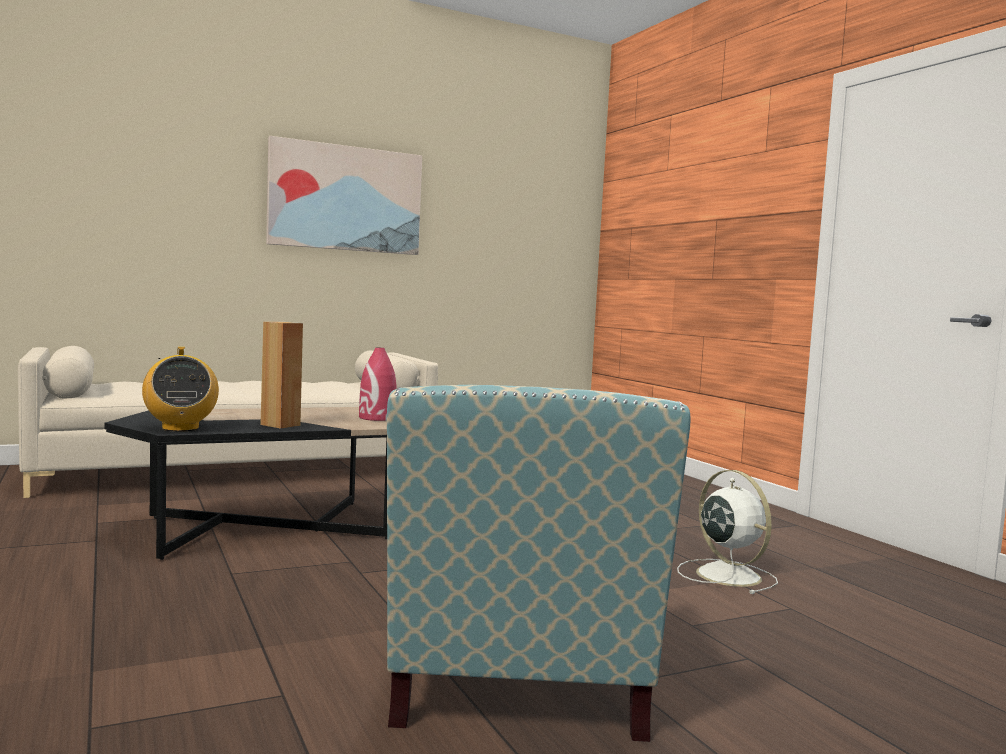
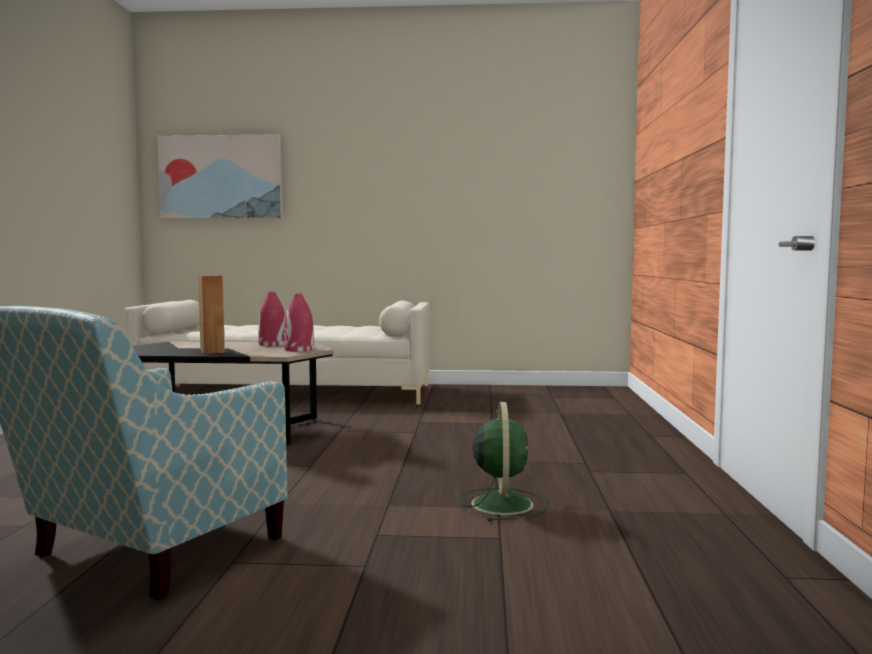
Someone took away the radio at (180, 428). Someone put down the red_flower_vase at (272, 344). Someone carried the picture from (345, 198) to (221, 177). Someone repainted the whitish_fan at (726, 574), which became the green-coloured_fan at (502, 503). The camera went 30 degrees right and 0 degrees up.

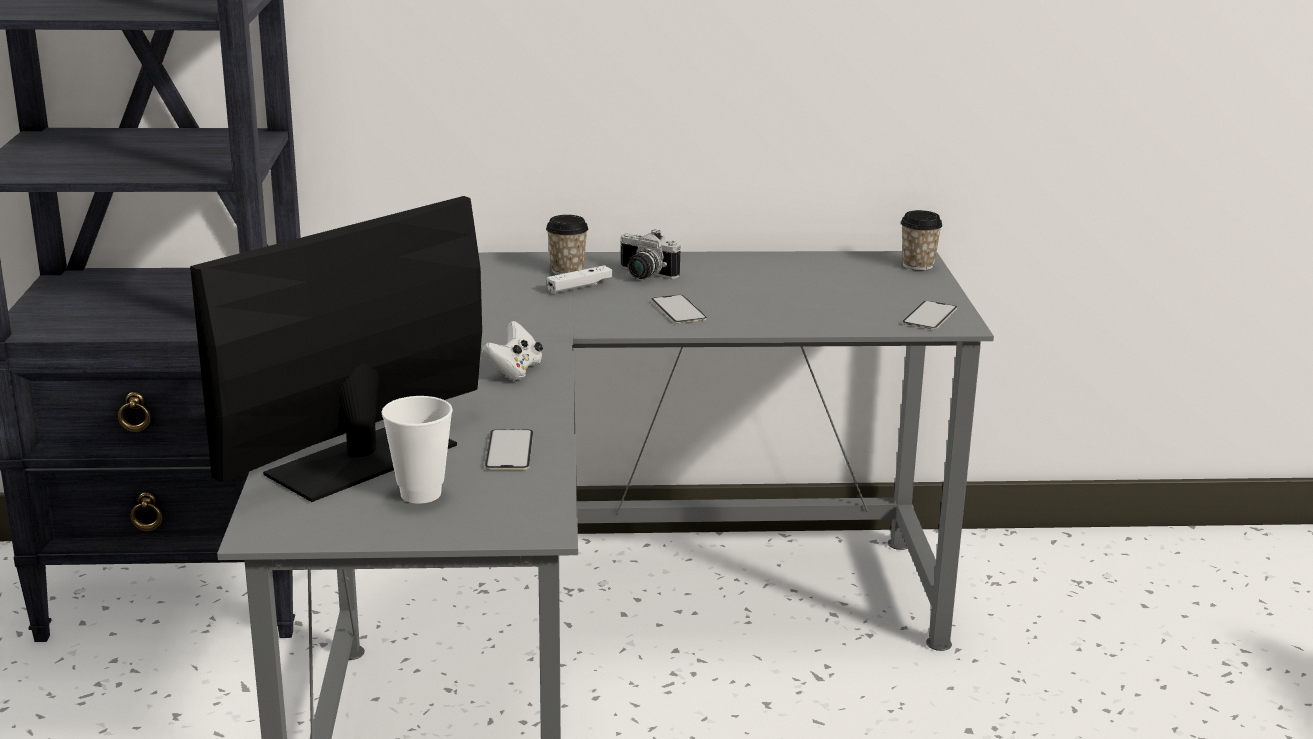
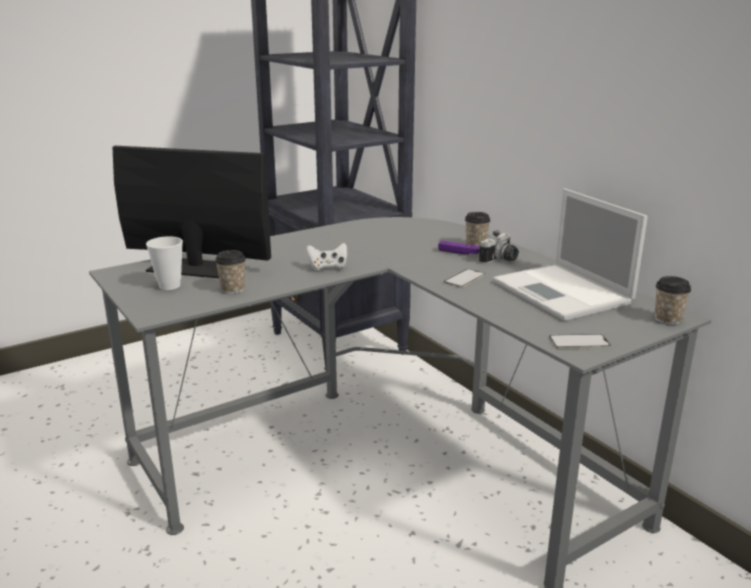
Someone put down the laptop at (563, 293). Someone swapped the handset at (509, 450) for the drinking_cup at (232, 289). Someone repainted the whitish_game_controller at (580, 286), which became the purplish_game_controller at (458, 253). Someone rotated the photo_camera at (643, 275) by 135 degrees counterclockwise. The camera went 60 degrees right and 0 degrees up.

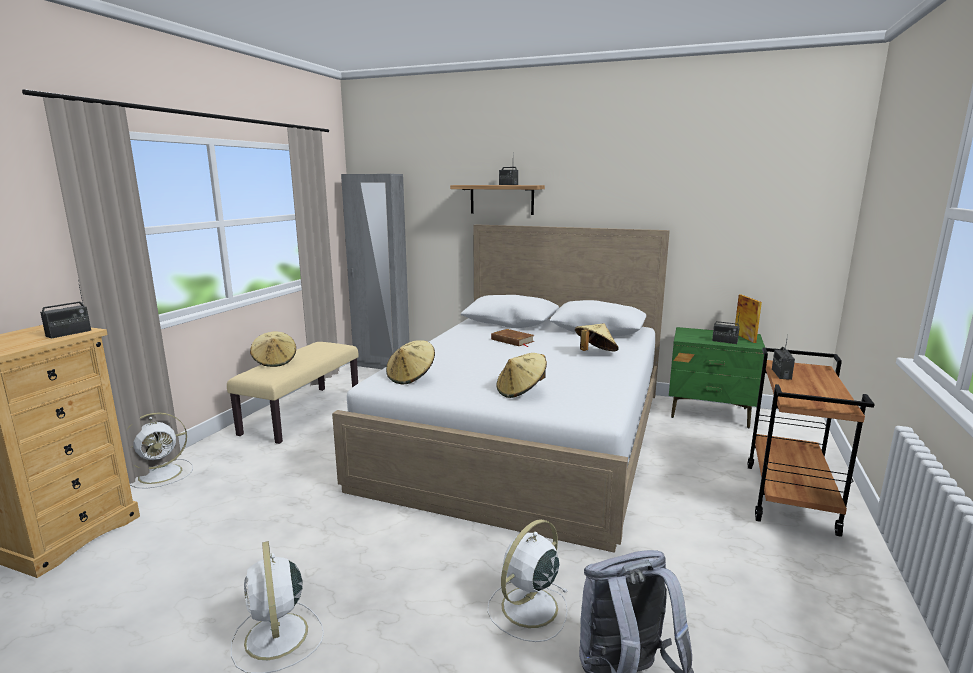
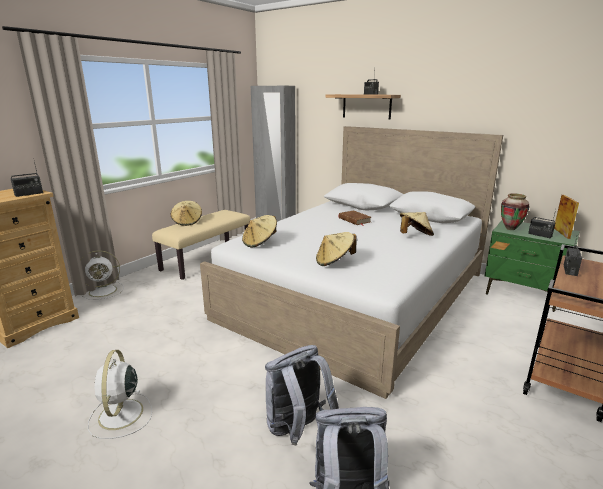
Someone put down the flower_vase at (510, 229). Someone swapped the whitish_fan at (528, 608) for the grey_rucksack at (297, 430). The camera went 15 degrees right and 5 degrees up.

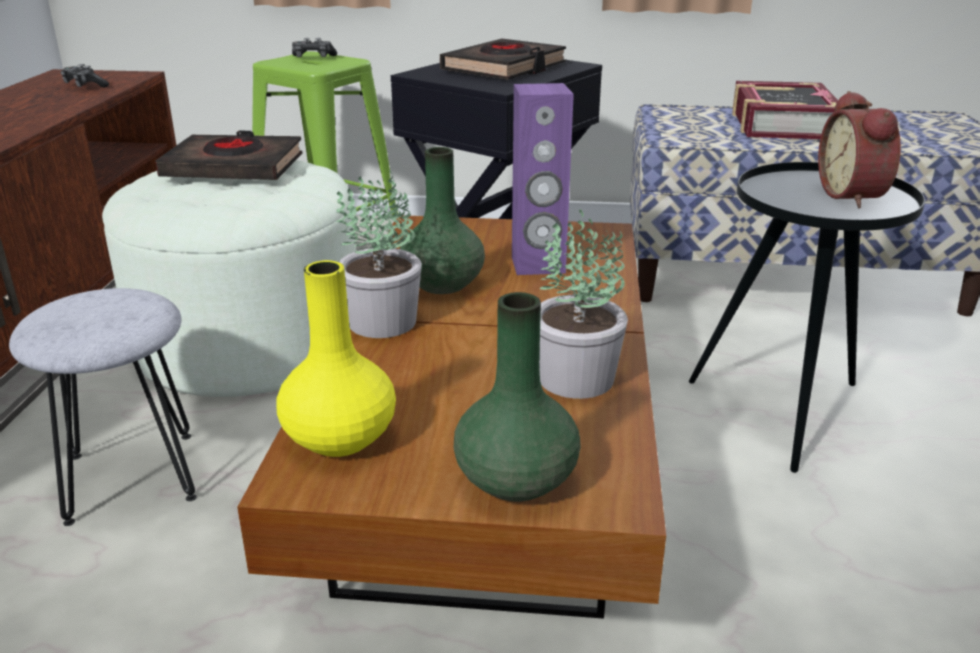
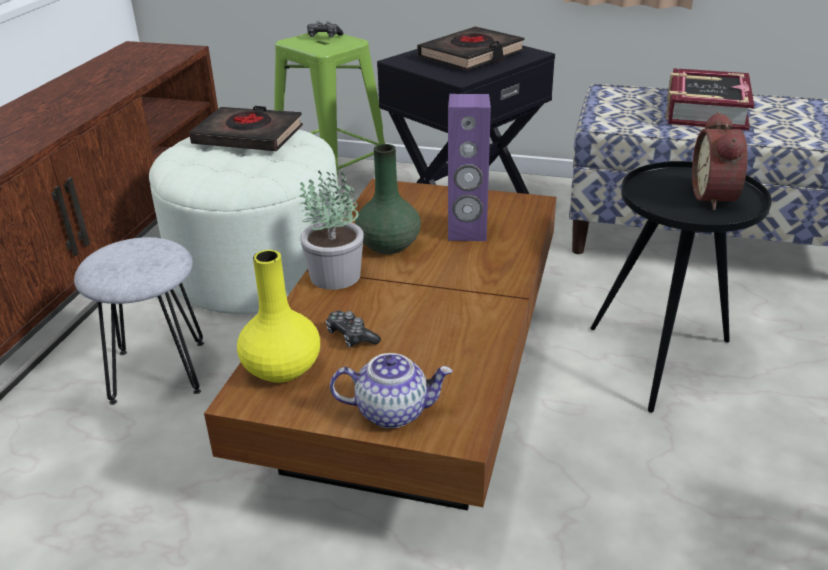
Someone took away the houseplant at (574, 377). Someone carried the game_controller from (84, 86) to (351, 337). Someone swapped the green-coloured_flower_vase at (514, 480) for the teapot at (393, 411). The camera went 10 degrees right and 5 degrees up.

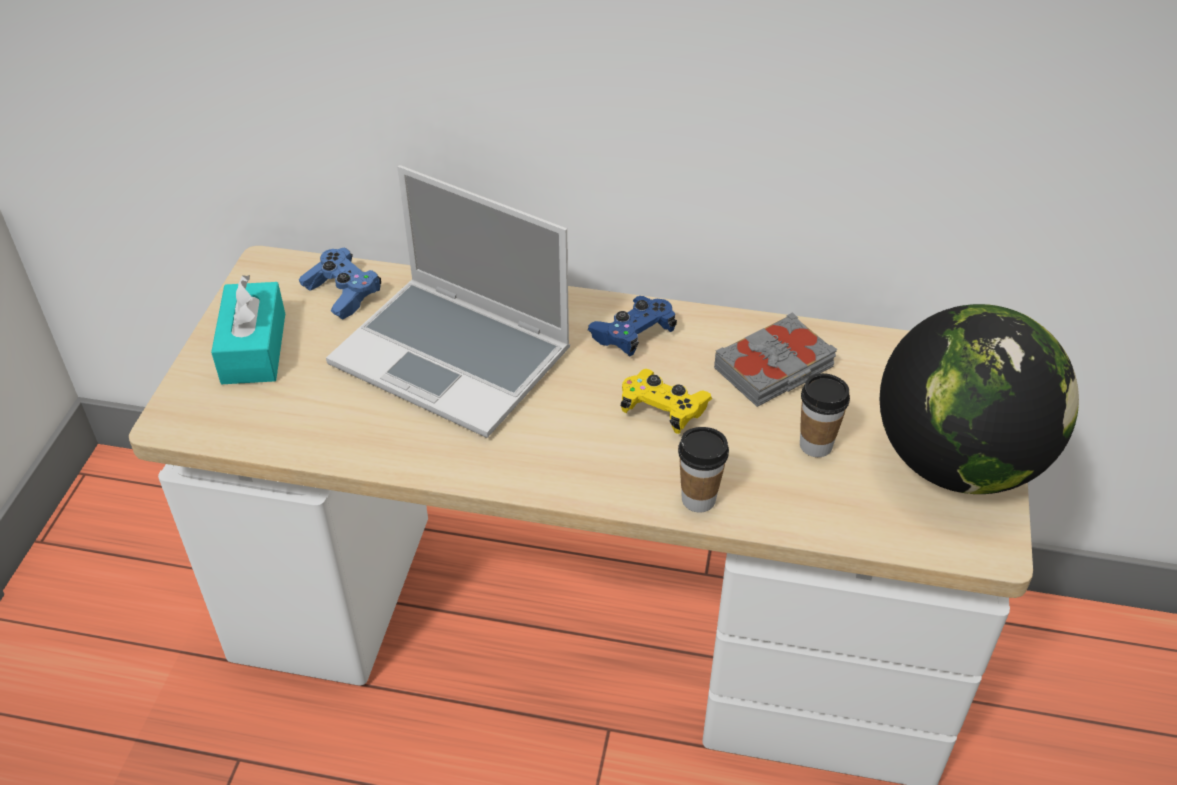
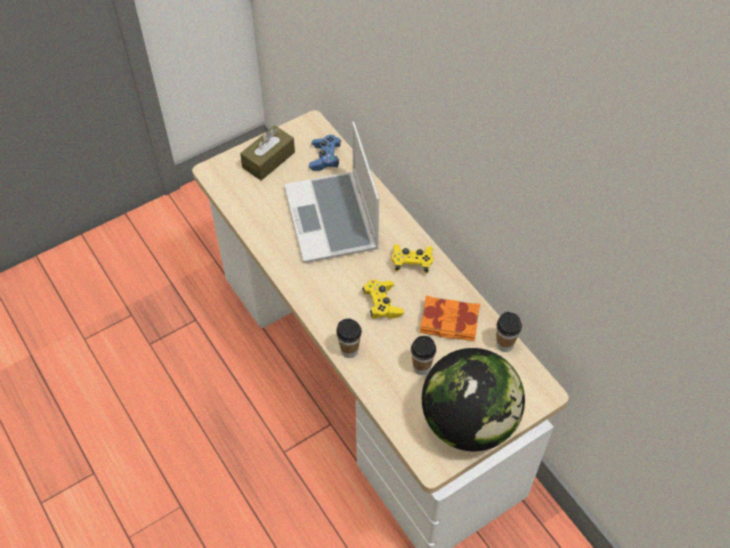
Someone put down the drinking_cup at (504, 344). Someone repainted the turquoise_tissue_holder at (254, 348), which became the brown-coloured_tissue_holder at (268, 160). Someone repainted the blue_game_controller at (633, 335), which became the yellow_game_controller at (412, 262). Someone repainted the grey_bound_book at (774, 368), which became the orange-coloured_bound_book at (449, 322). The camera went 45 degrees right and 10 degrees up.

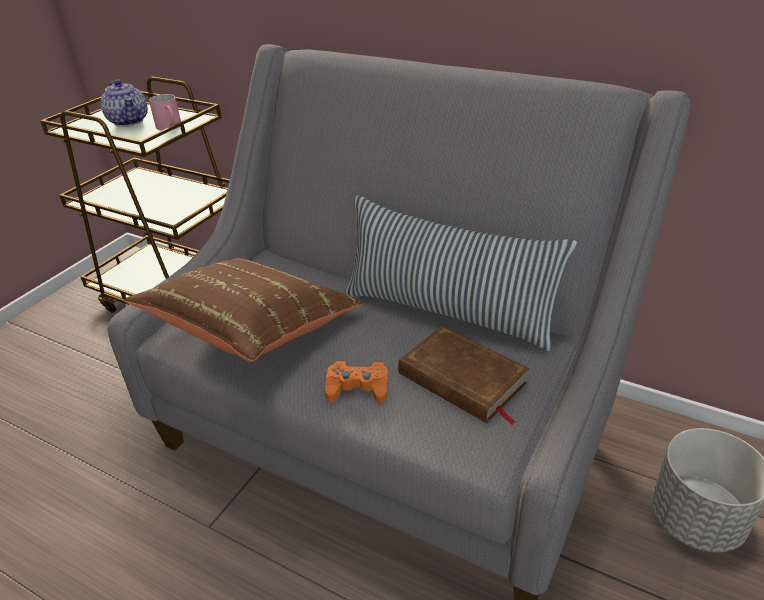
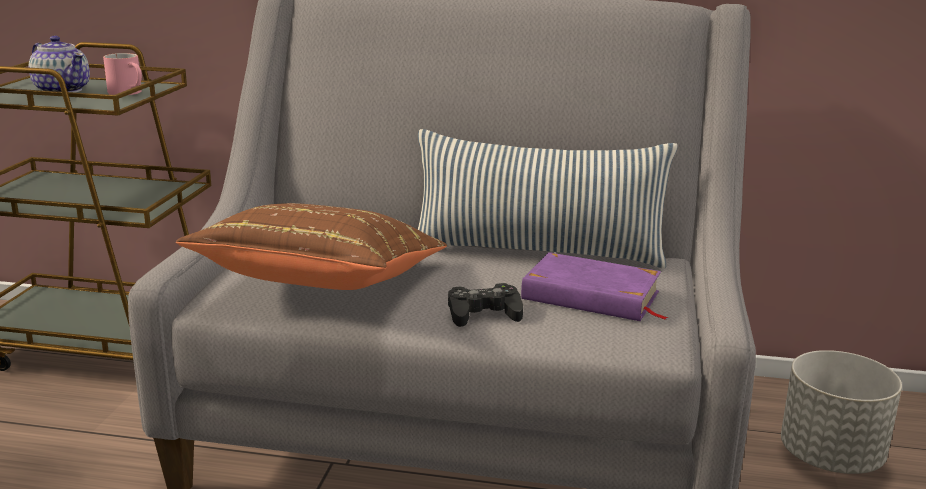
Someone repainted the orange-coloured_game_controller at (358, 388), which became the black-coloured_game_controller at (483, 313). Someone repainted the brown-coloured_bound_book at (462, 380), which became the purplish_bound_book at (591, 296). The camera went 20 degrees left and 15 degrees down.

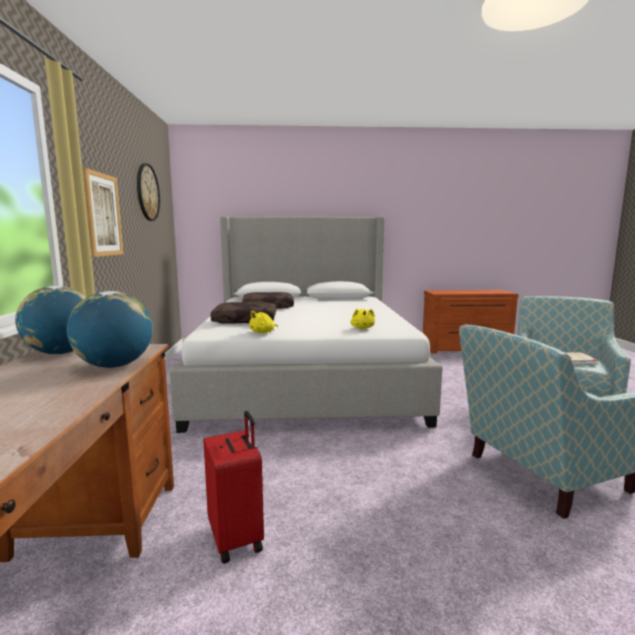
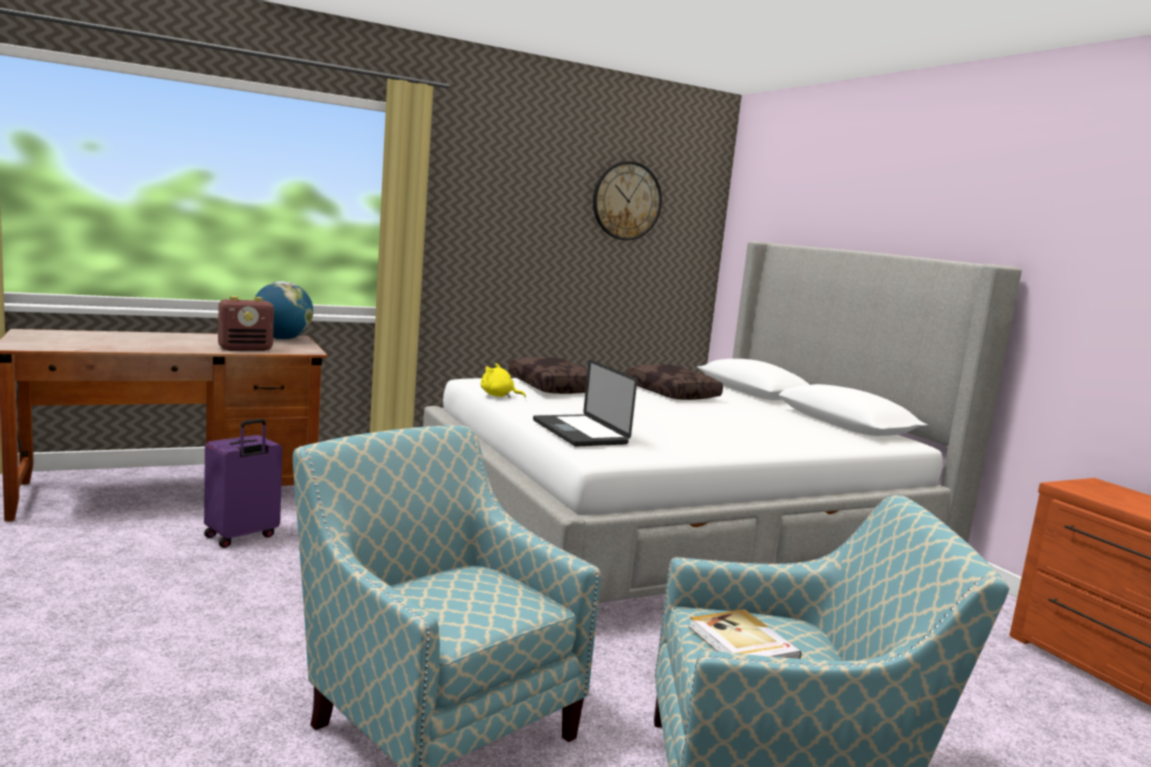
Someone took away the picture at (103, 215). Someone swapped the world_globe at (114, 366) for the radio at (246, 349). Someone swapped the yellow_soft_toy at (362, 328) for the laptop at (579, 432). Someone repainted the red_suitcase at (237, 537), which became the purplish_suitcase at (242, 537). The camera went 65 degrees right and 0 degrees up.

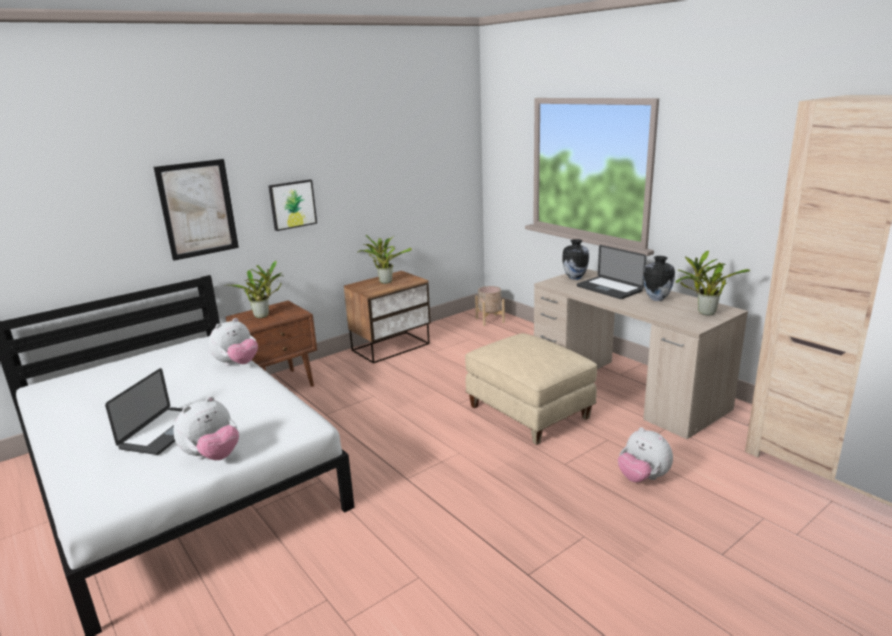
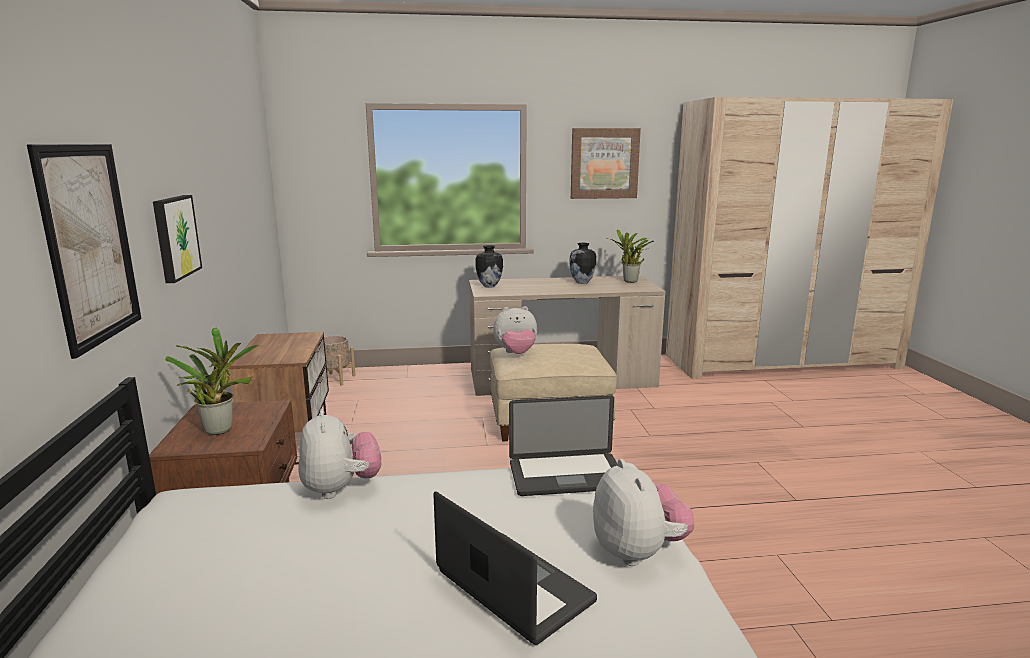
Someone took away the houseplant at (384, 281). Someone put up the picture at (604, 163). Someone carried the laptop from (609, 289) to (566, 476). Someone carried the soft_toy from (642, 478) to (516, 353). The camera went 60 degrees left and 5 degrees down.

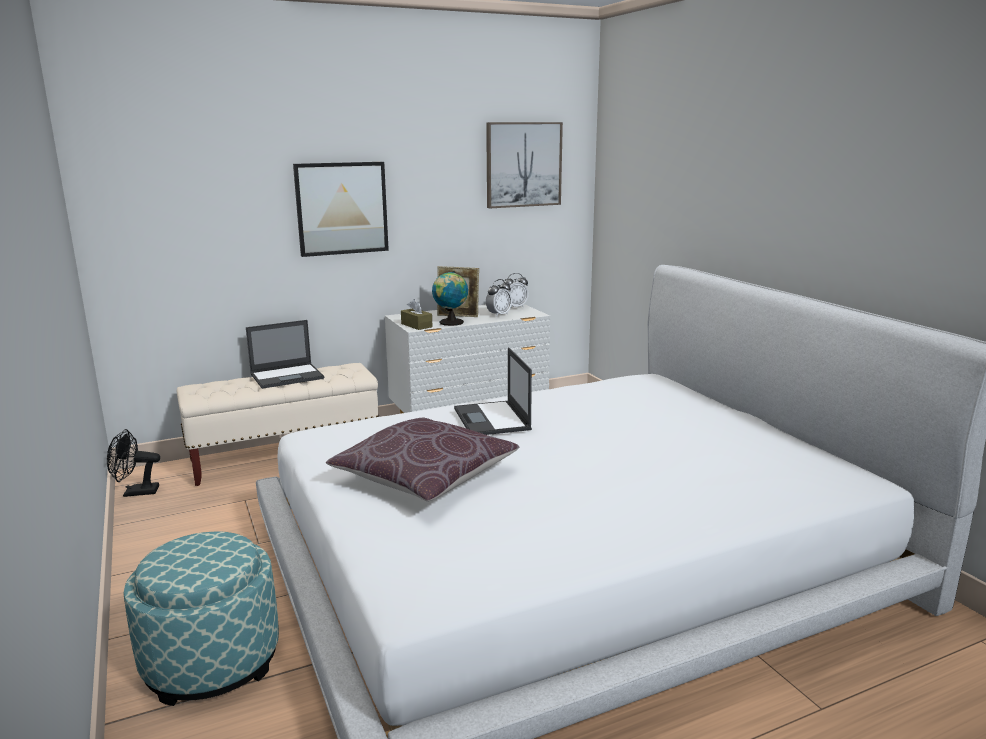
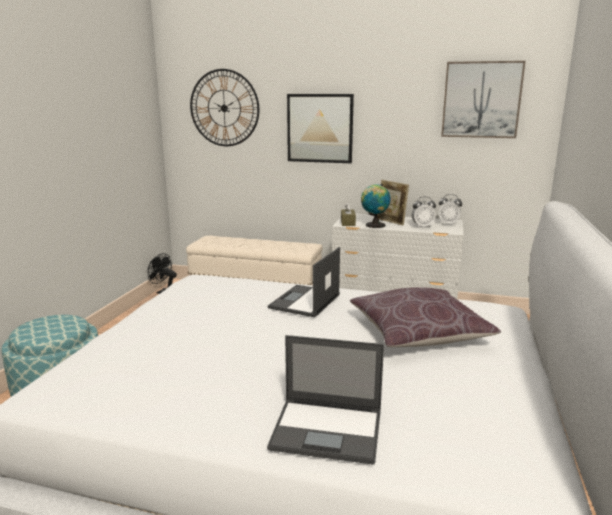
Someone put up the clock_on_the_wall at (224, 108). Someone carried the laptop from (288, 376) to (328, 430). Someone carried the brown-coloured_cushion from (425, 477) to (419, 333). The camera went 40 degrees right and 0 degrees up.

